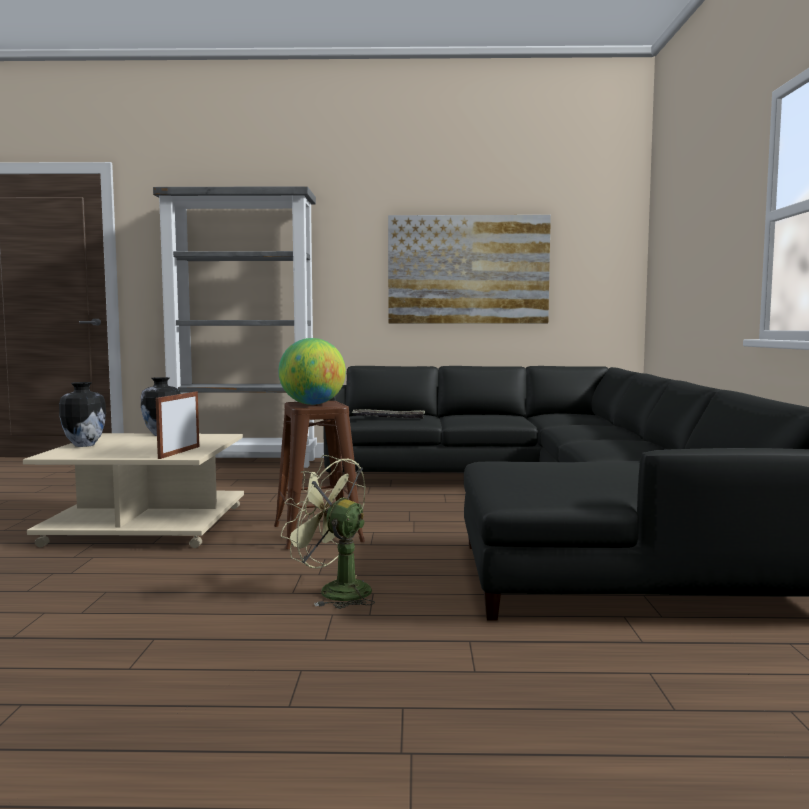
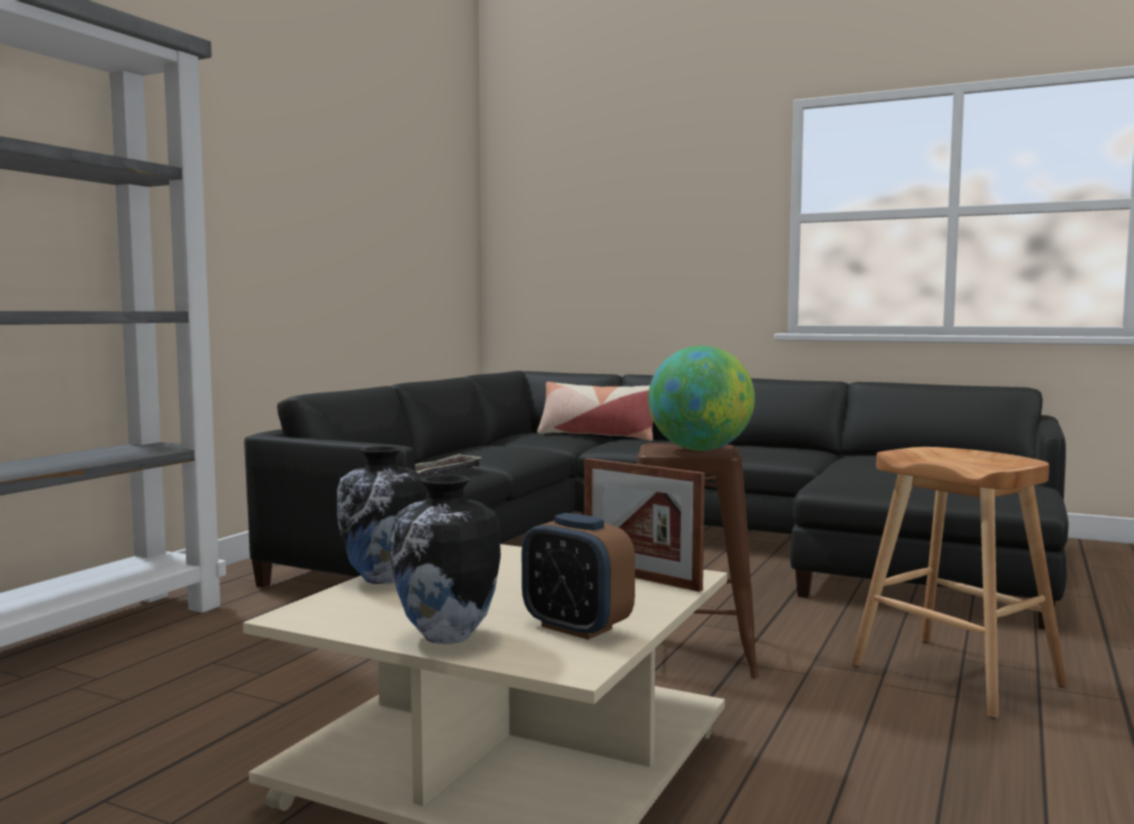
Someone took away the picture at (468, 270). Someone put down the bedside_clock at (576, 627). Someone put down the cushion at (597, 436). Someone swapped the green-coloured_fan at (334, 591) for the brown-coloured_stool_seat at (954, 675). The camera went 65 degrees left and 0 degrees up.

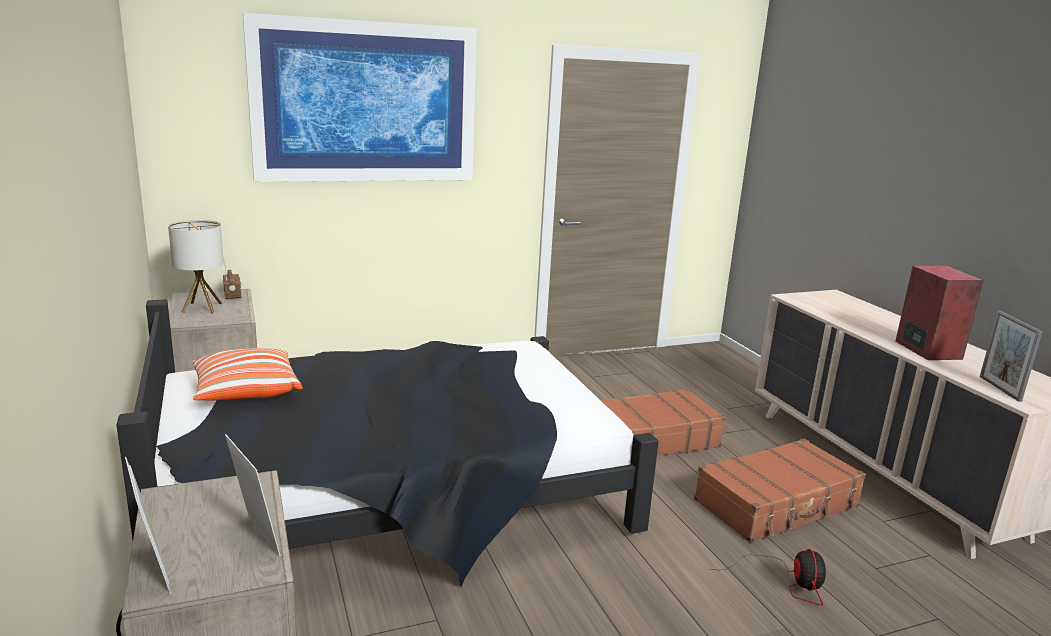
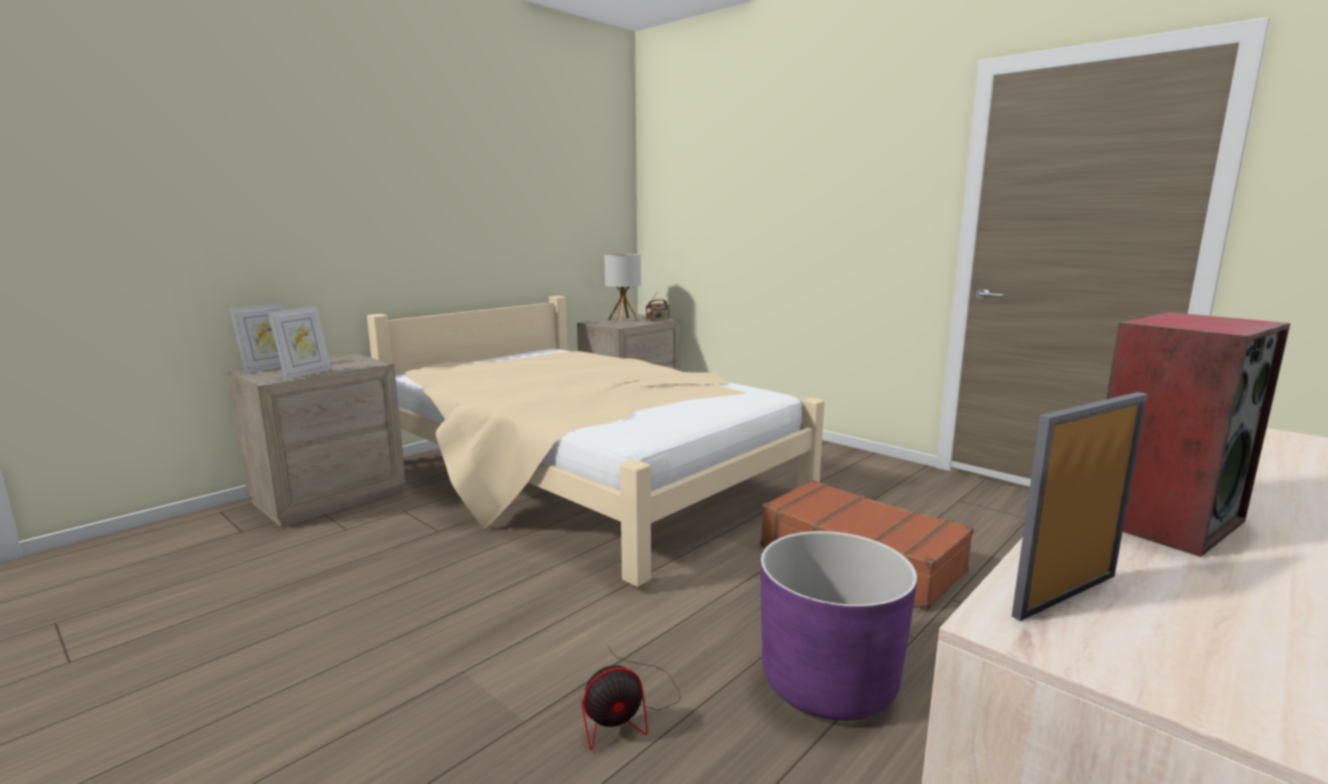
Someone took away the cushion at (246, 391). Someone took away the picture at (366, 102). Someone swapped the brown-coloured_suitcase at (777, 504) for the purplish_flower_pot at (828, 682). Someone repainted the black-coloured_bedroom_bed at (394, 497), which became the beige_bedroom_bed at (587, 479). The camera went 65 degrees right and 5 degrees down.

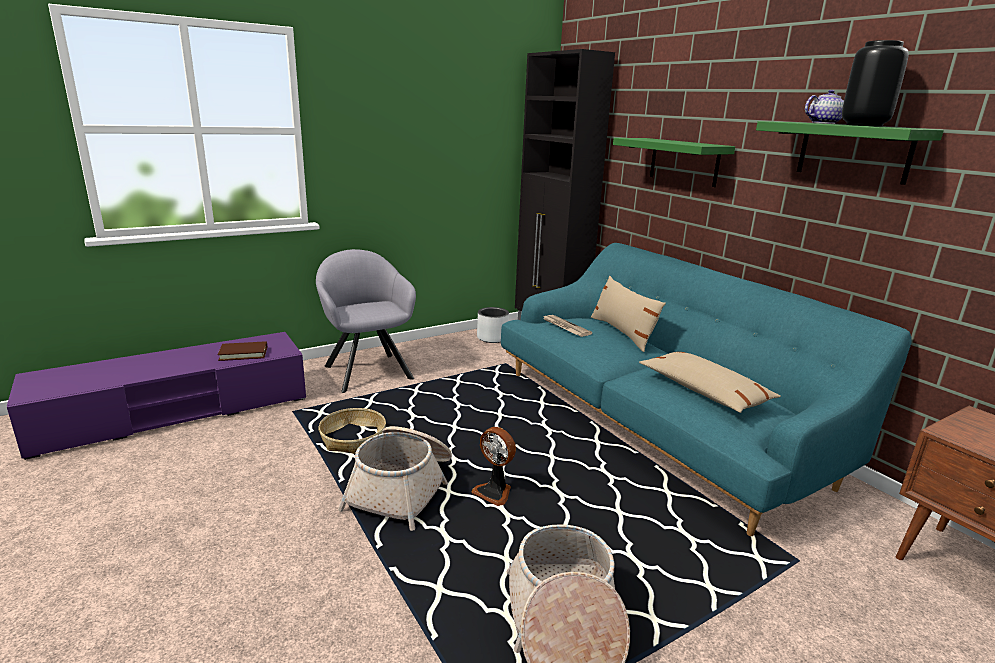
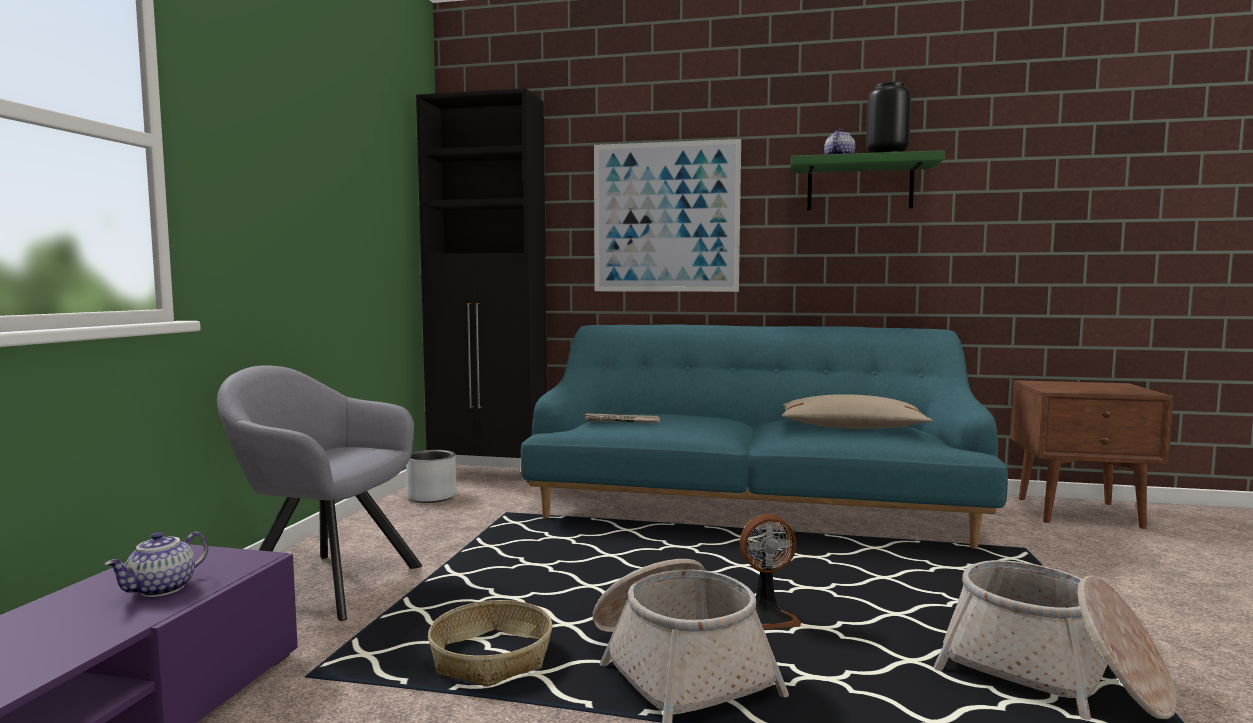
Someone took away the beige_cushion at (622, 332). Someone swapped the brown-coloured_bound_book at (243, 353) for the teapot at (162, 589). Someone swapped the green-coloured_bracket_shelf at (684, 161) for the picture at (665, 217). The camera went 45 degrees left and 15 degrees down.

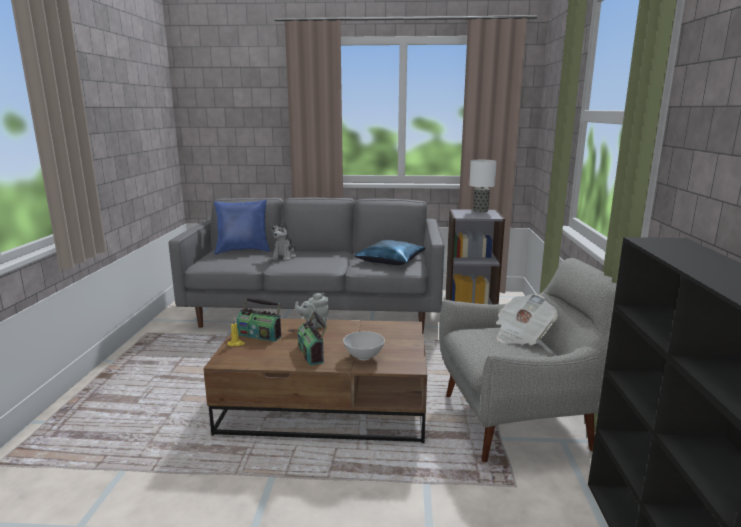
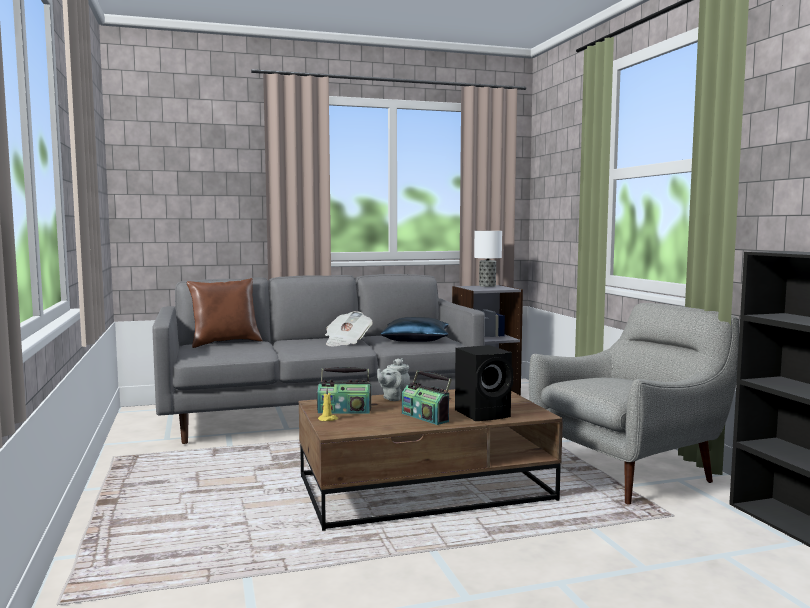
Someone took away the soft_toy at (284, 257). Someone carried the newspaper from (521, 335) to (346, 342). Someone swapped the whitish_deep_dish at (364, 357) for the black-coloured_speaker at (484, 414). Someone repainted the blue_cushion at (243, 250), which became the brown-coloured_cushion at (225, 343). The camera went 20 degrees left and 10 degrees down.

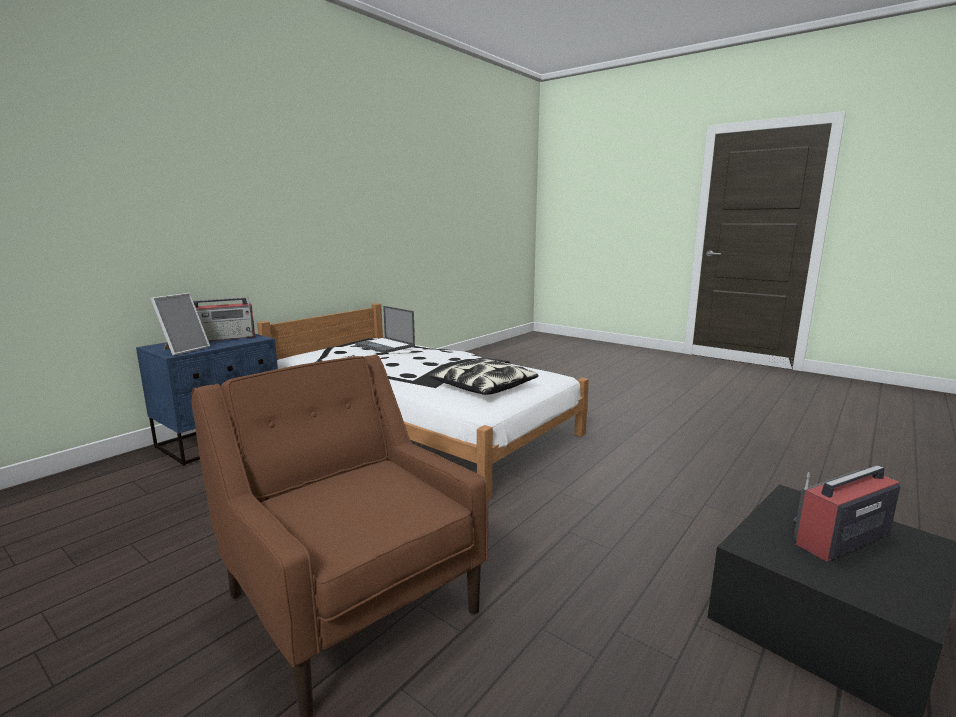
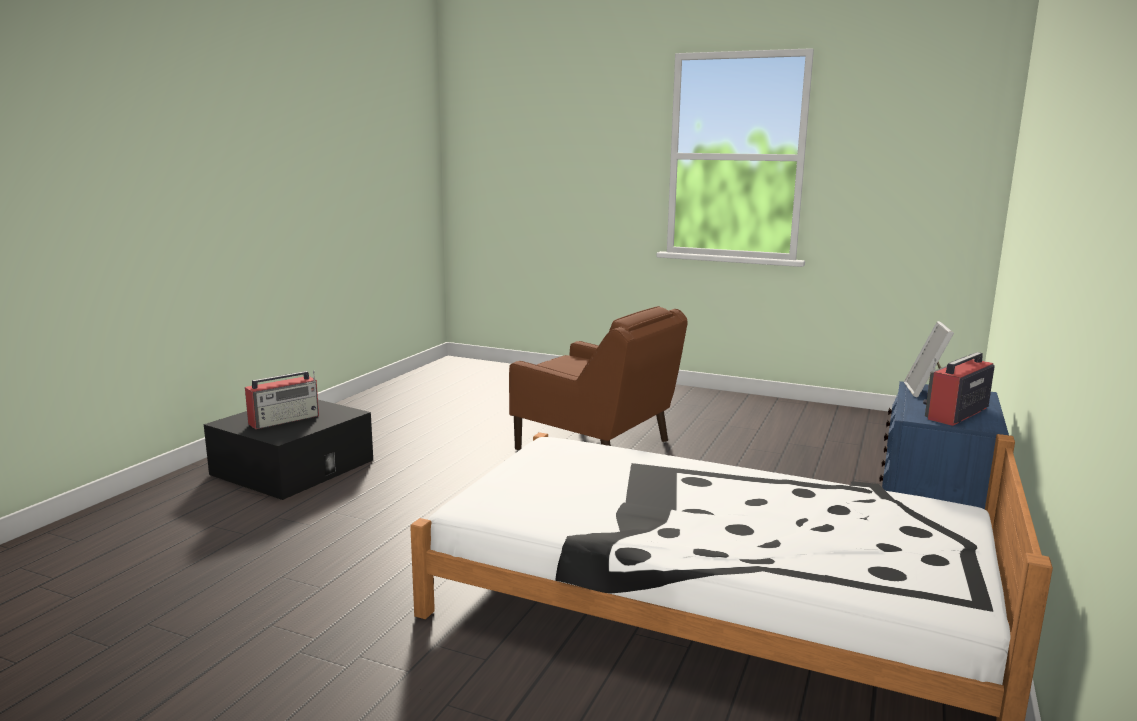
Someone took away the laptop at (385, 346). Someone took away the cushion at (483, 387). The camera went 165 degrees right and 0 degrees up.

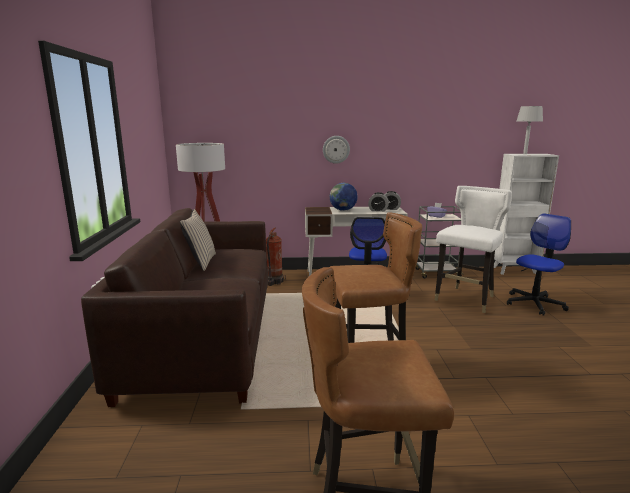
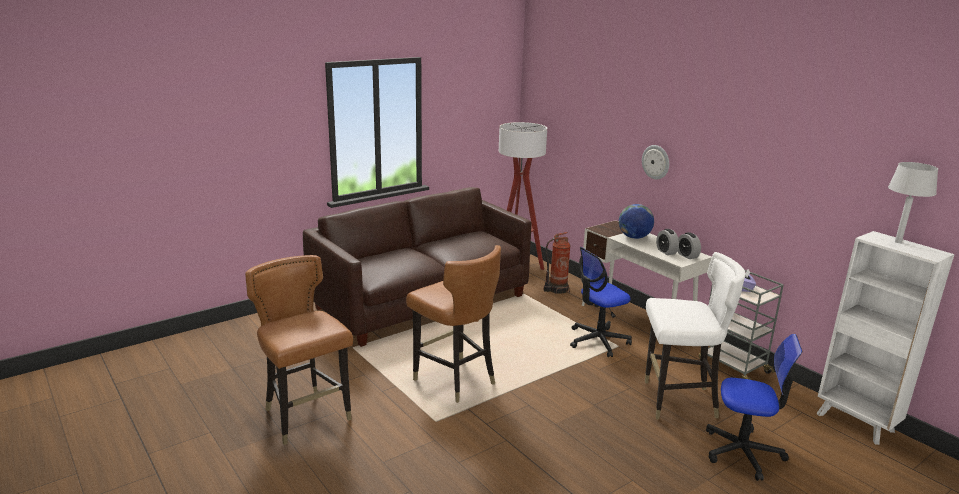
Someone took away the beige_cushion at (201, 262). The camera went 55 degrees right and 5 degrees up.

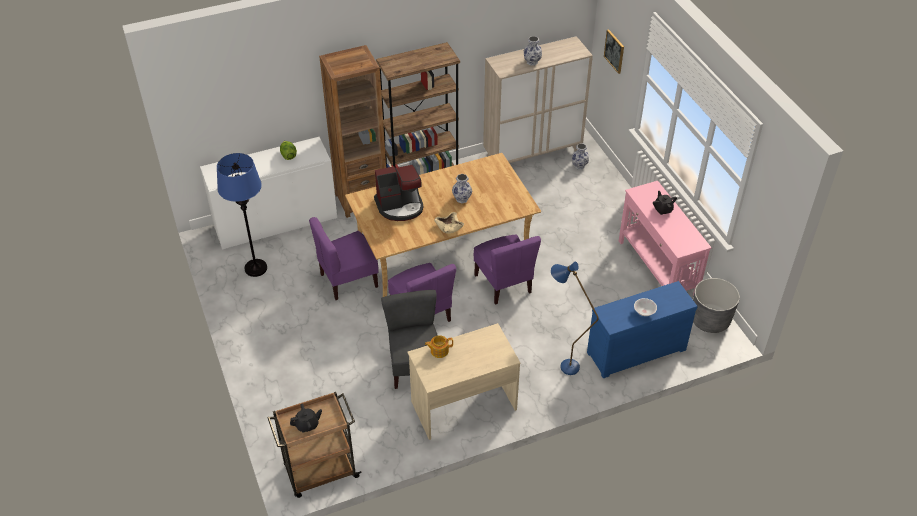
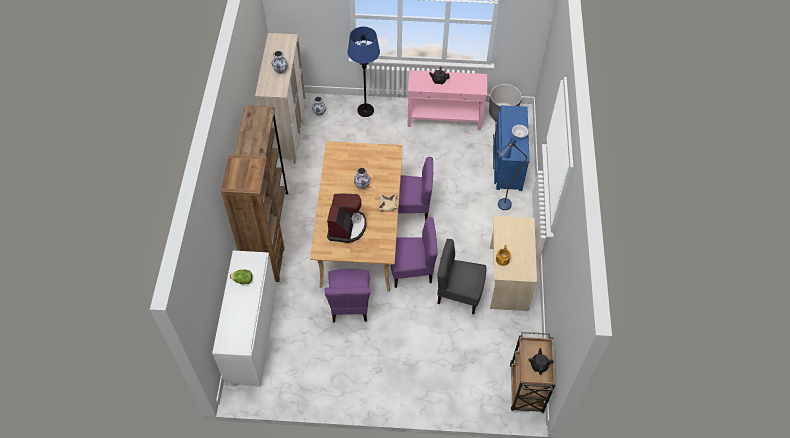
Someone took away the picture at (614, 51). Someone carried the blue_standing_lamp from (255, 268) to (365, 110). The camera went 65 degrees left and 10 degrees up.

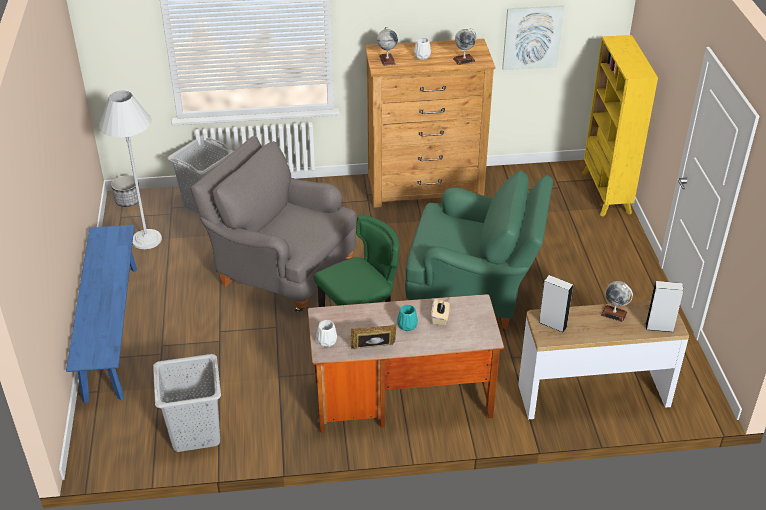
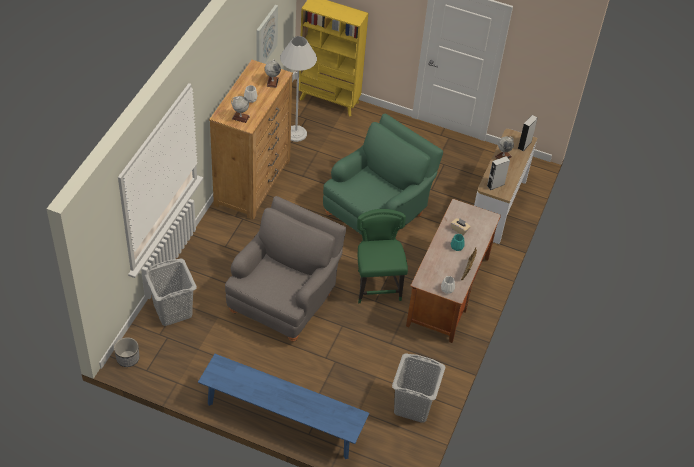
Someone carried the whitish_standing_lamp from (146, 239) to (296, 133). Someone rotated the grey_easy_chair at (280, 270) by 150 degrees clockwise. The camera went 65 degrees left and 10 degrees up.

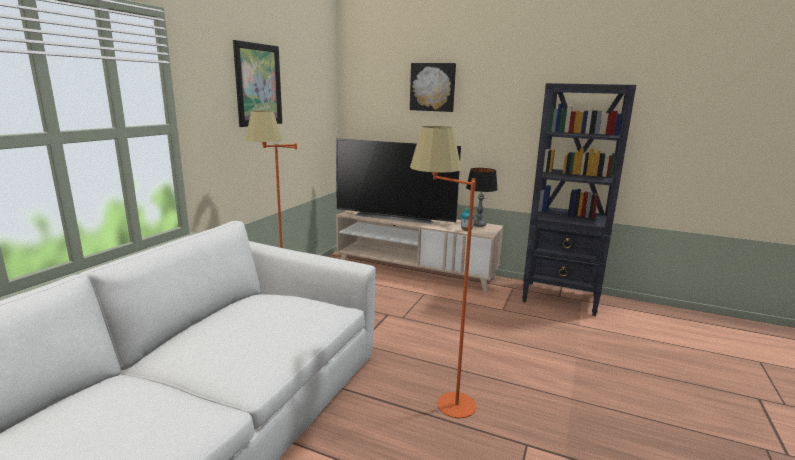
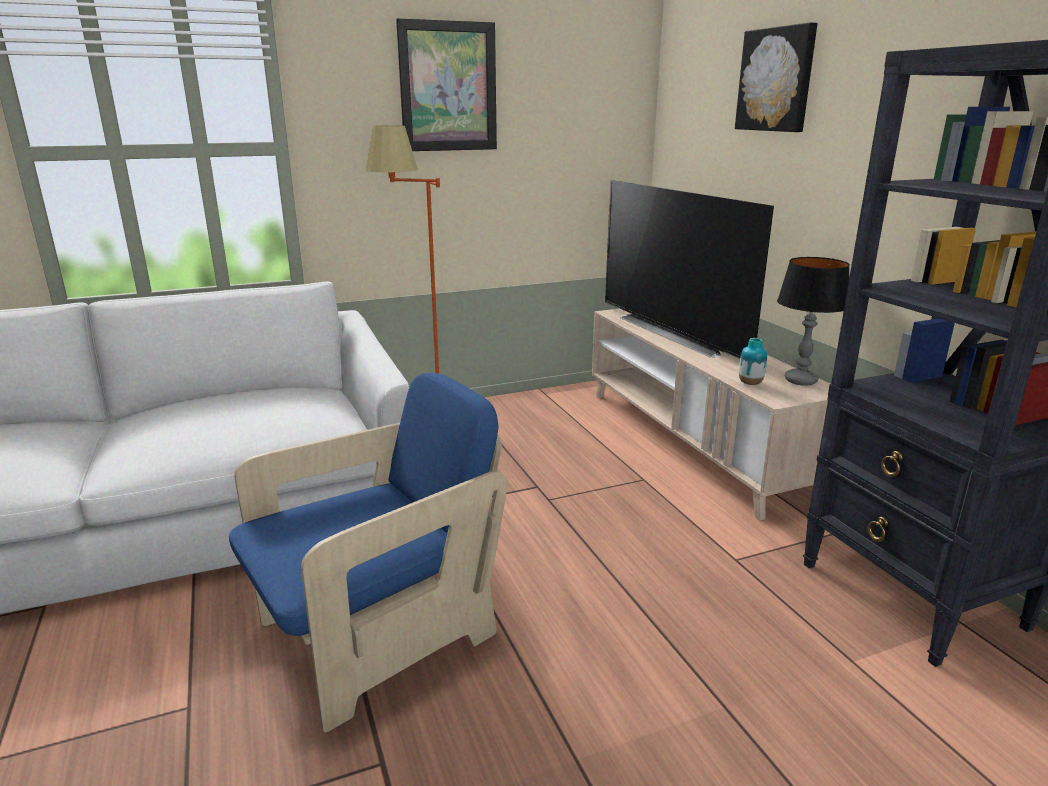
Someone swapped the orange-coloured_standing_lamp at (439, 406) for the blue_easy_chair at (378, 635). The camera went 45 degrees right and 5 degrees up.

